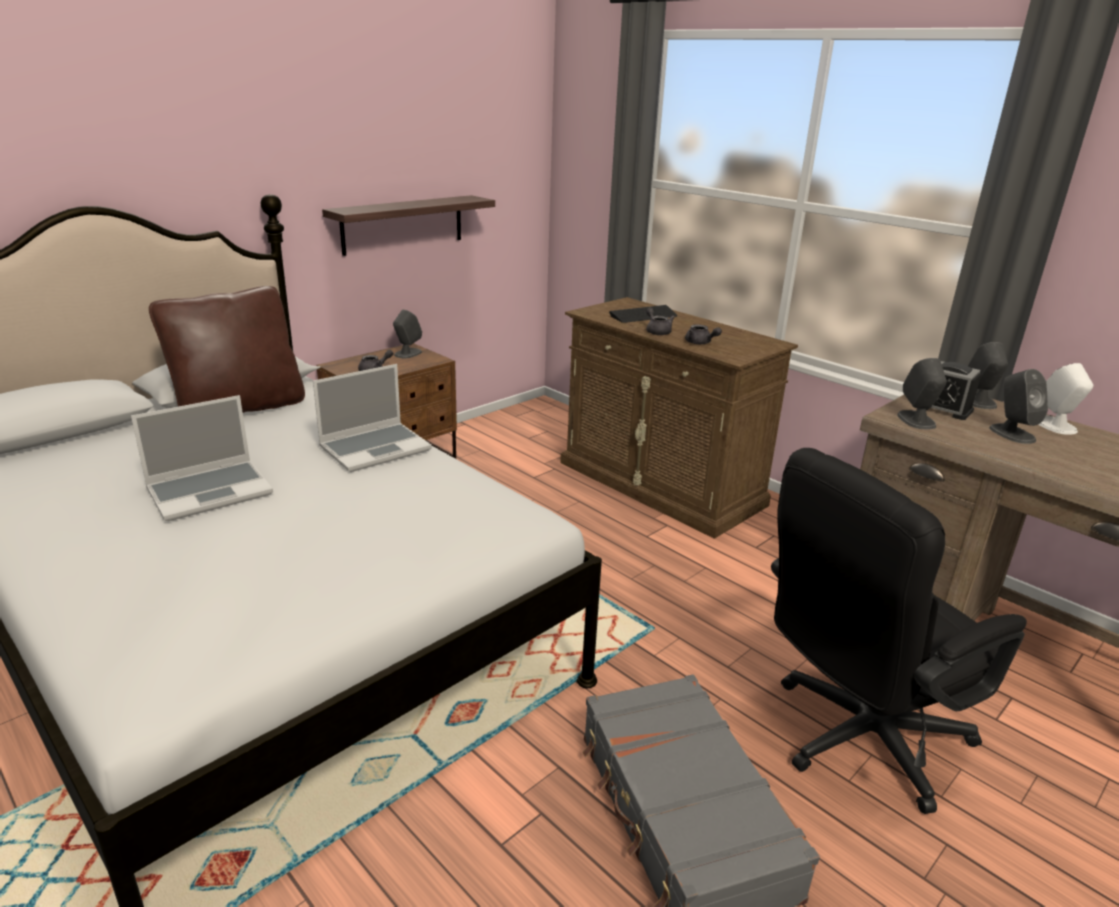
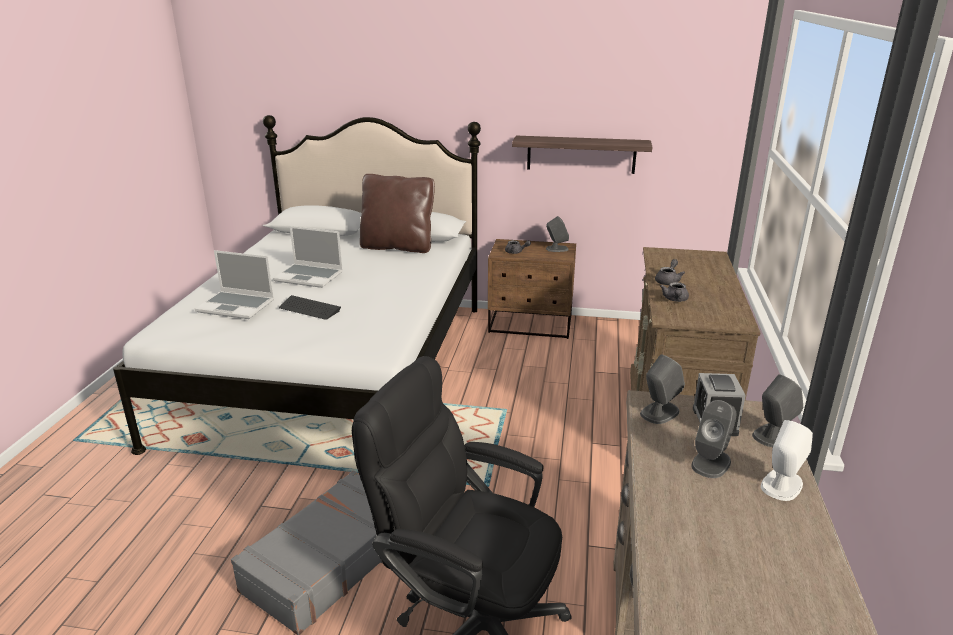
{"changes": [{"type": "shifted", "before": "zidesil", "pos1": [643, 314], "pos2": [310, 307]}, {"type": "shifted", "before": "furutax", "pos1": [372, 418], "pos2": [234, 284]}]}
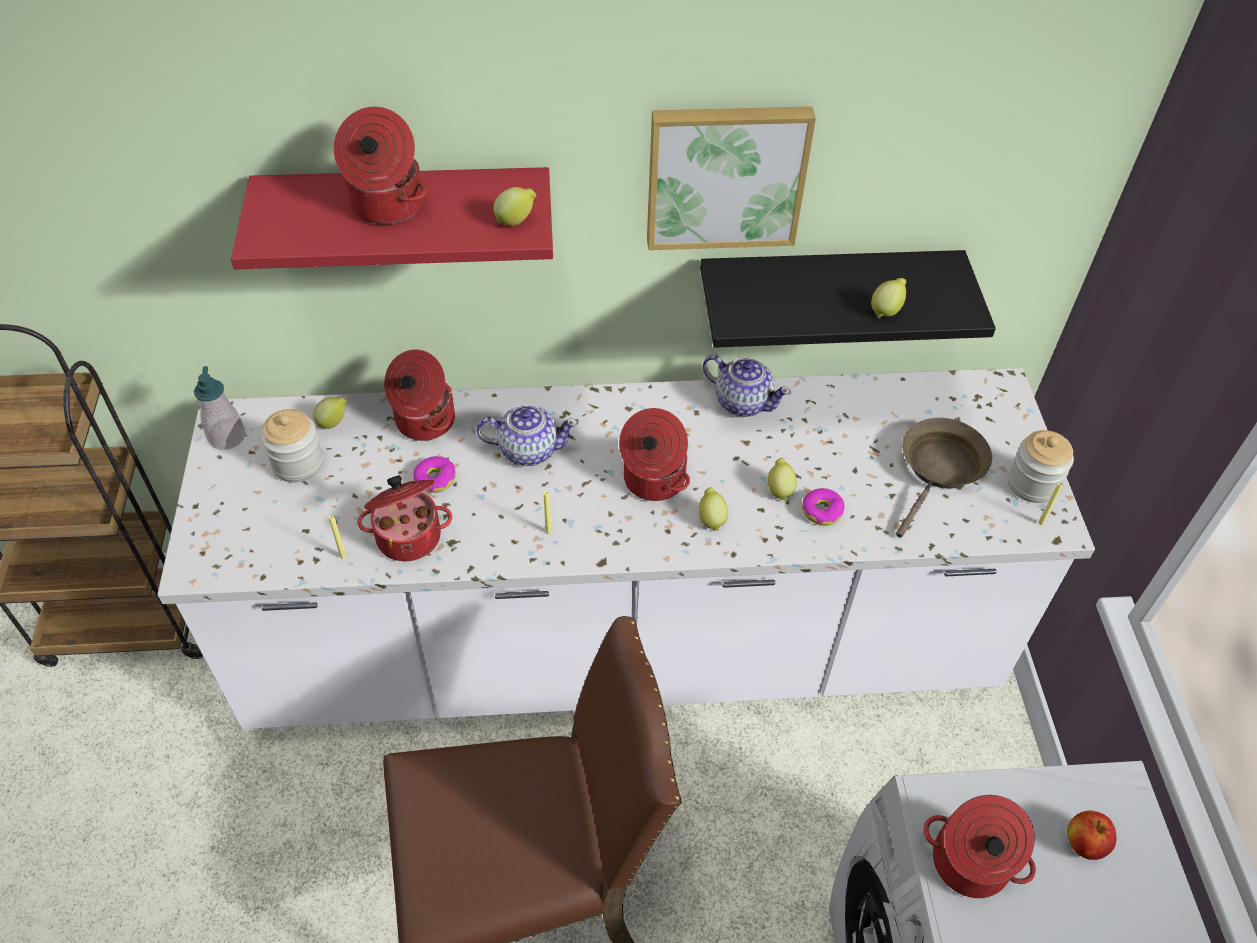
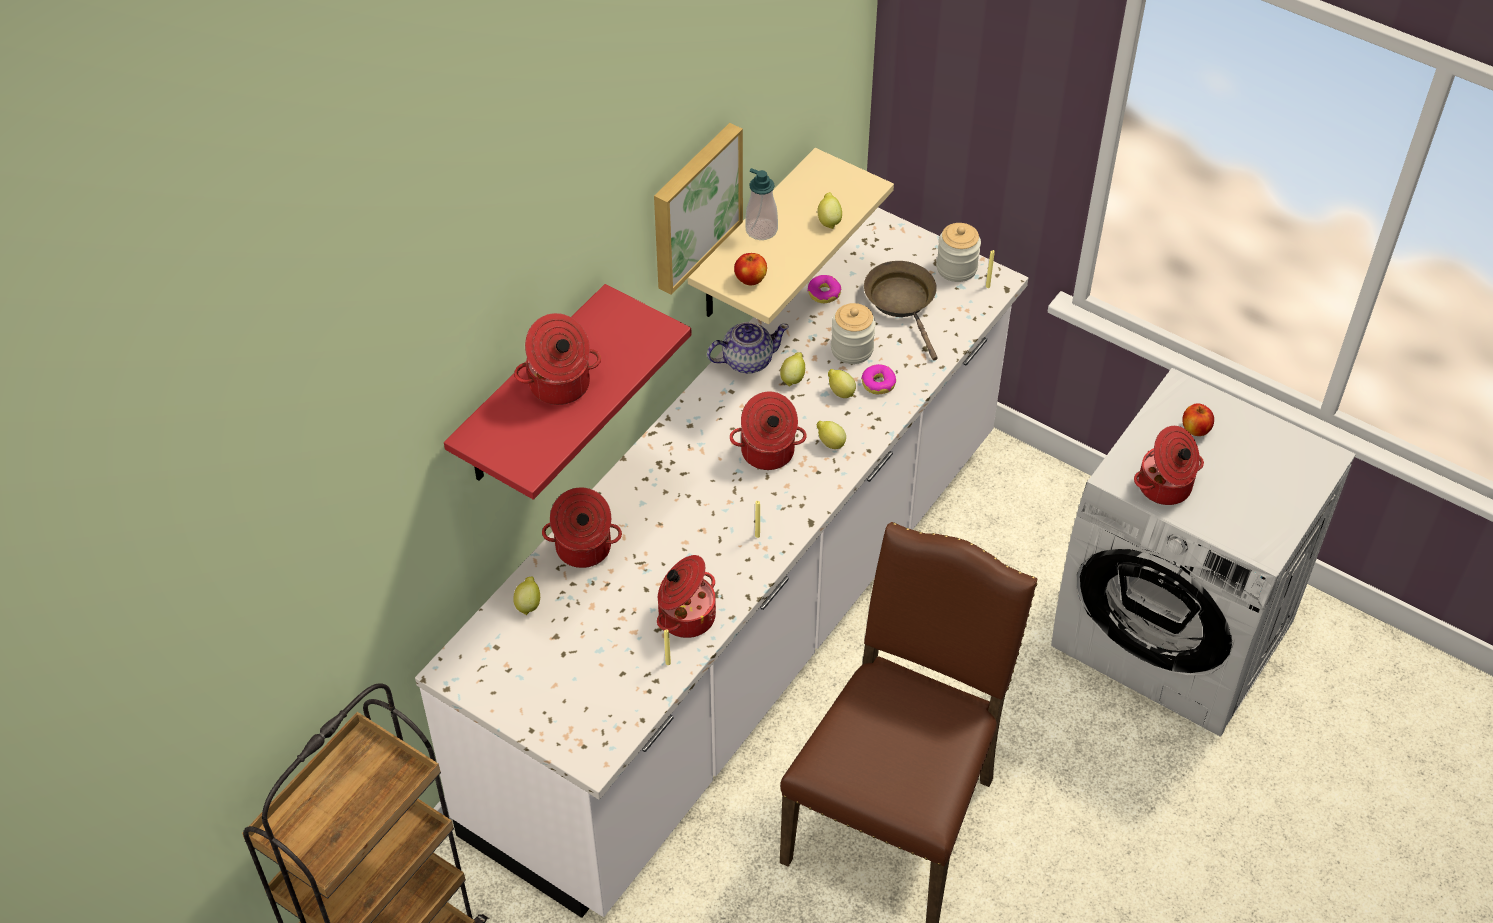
{"changes": [{"type": "shifted", "before": "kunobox", "pos1": [514, 206], "pos2": [792, 369]}, {"type": "repainted", "before": "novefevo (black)", "after": "novefevo (beige)", "pos1": [848, 299], "pos2": [791, 236]}, {"type": "shifted", "before": "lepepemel", "pos1": [219, 408], "pos2": [761, 204]}, {"type": "gone", "before": "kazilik", "pos1": [527, 435]}, {"type": "shifted", "before": "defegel", "pos1": [292, 446], "pos2": [853, 333]}, {"type": "shifted", "before": "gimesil", "pos1": [434, 474], "pos2": [824, 289]}, {"type": "new", "after": "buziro", "pos2": [750, 269]}]}
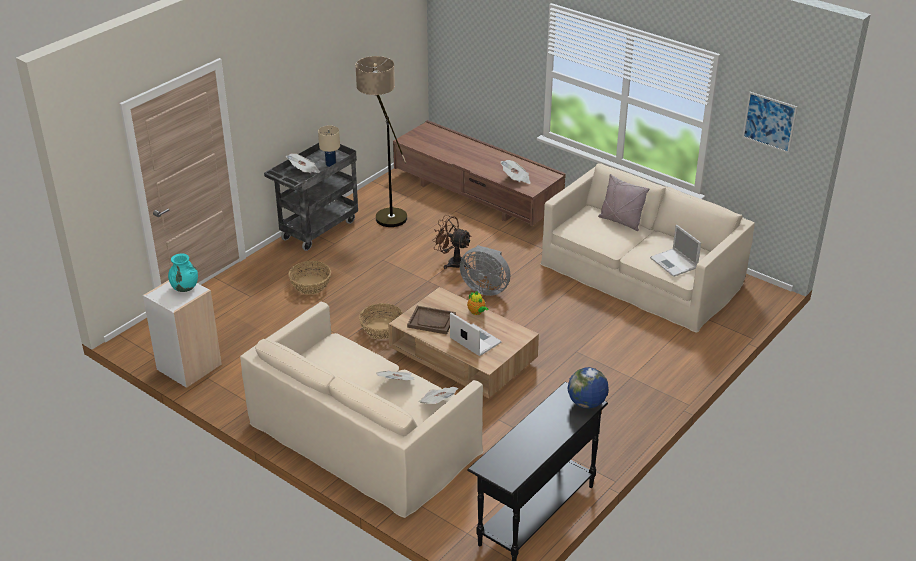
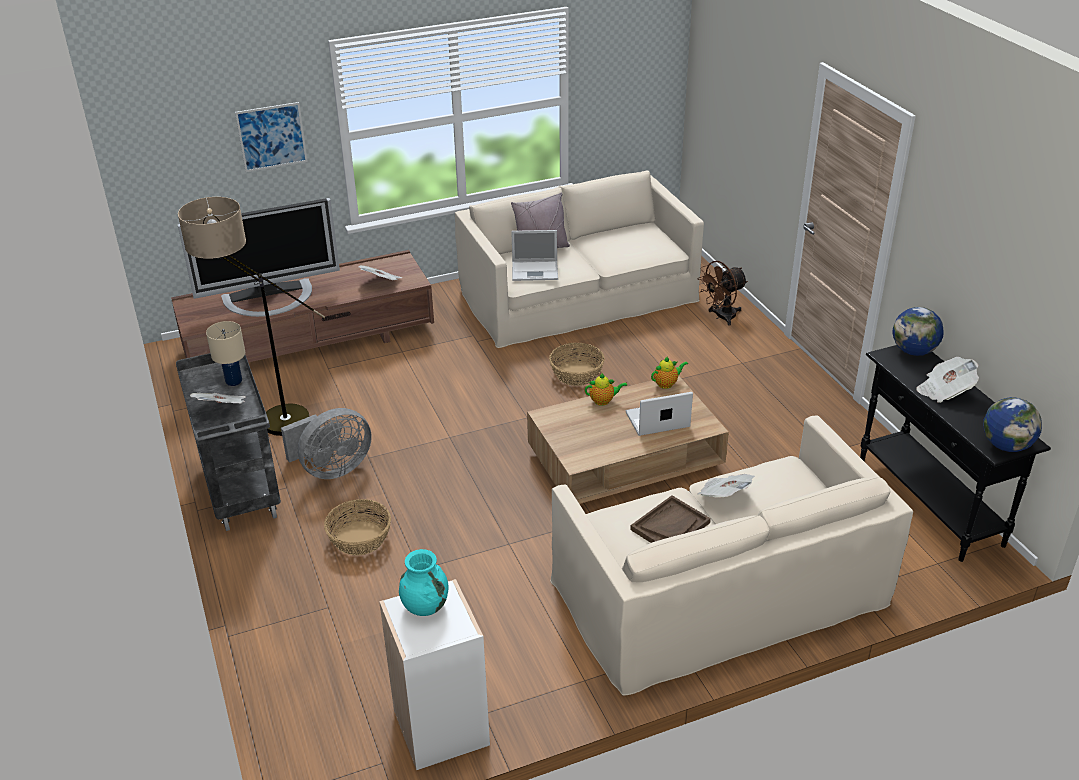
{"changes": [{"type": "shifted", "before": "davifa", "pos1": [770, 122], "pos2": [271, 137]}, {"type": "shifted", "before": "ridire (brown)", "pos1": [452, 242], "pos2": [723, 293]}, {"type": "shifted", "before": "furutax", "pos1": [675, 251], "pos2": [534, 255]}, {"type": "shifted", "before": "ridire (grey)", "pos1": [485, 270], "pos2": [326, 443]}, {"type": "shifted", "before": "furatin", "pos1": [381, 321], "pos2": [577, 364]}, {"type": "shifted", "before": "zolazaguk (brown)", "pos1": [431, 320], "pos2": [670, 519]}, {"type": "shifted", "before": "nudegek", "pos1": [438, 395], "pos2": [947, 380]}, {"type": "new", "after": "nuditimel", "pos2": [259, 257]}, {"type": "new", "after": "kazilik", "pos2": [669, 373]}, {"type": "new", "after": "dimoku", "pos2": [1012, 424]}]}
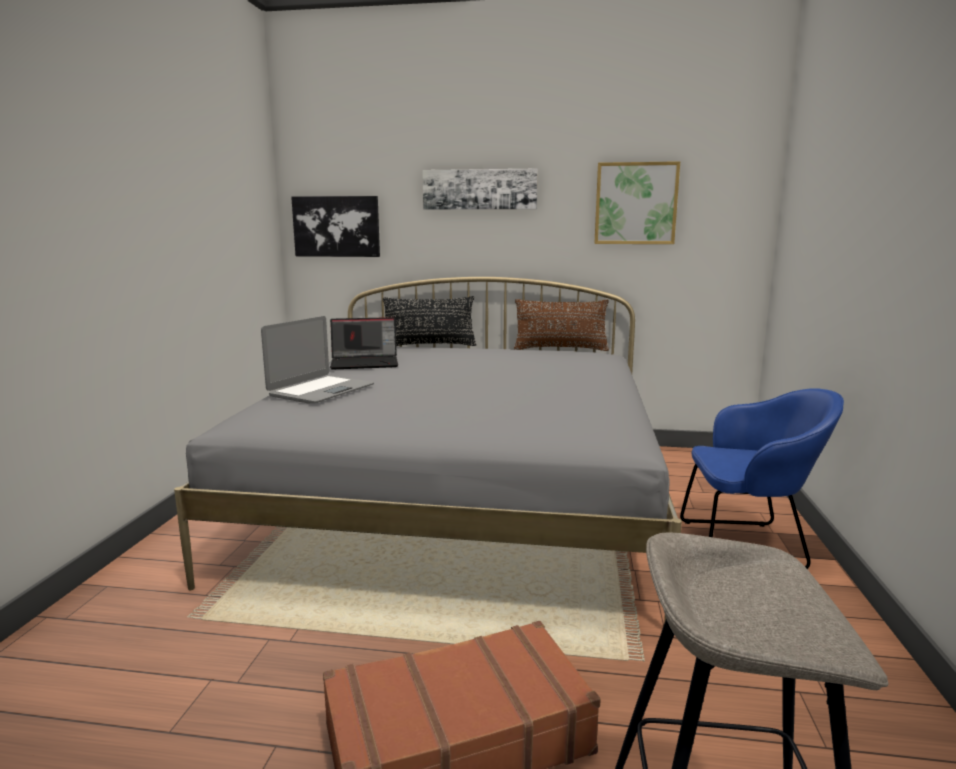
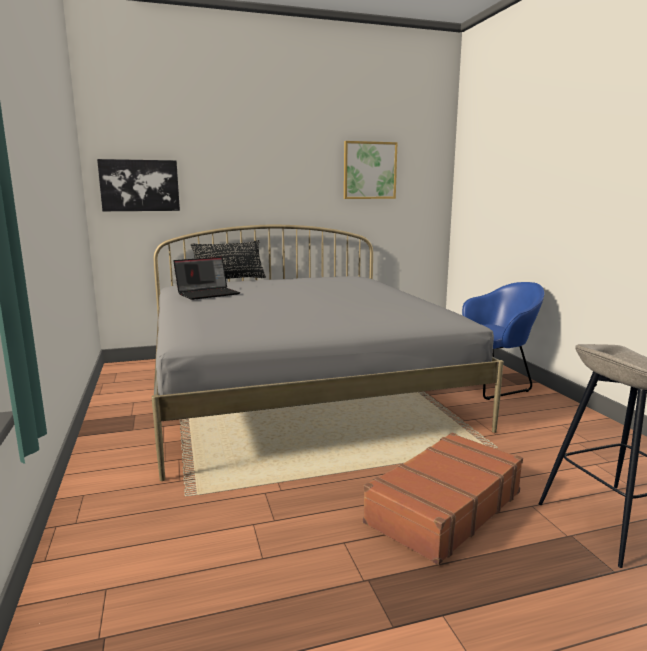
{"changes": [{"type": "gone", "before": "davifa", "pos1": [480, 189]}, {"type": "gone", "before": "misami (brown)", "pos1": [561, 325]}, {"type": "gone", "before": "furutax", "pos1": [317, 360]}]}
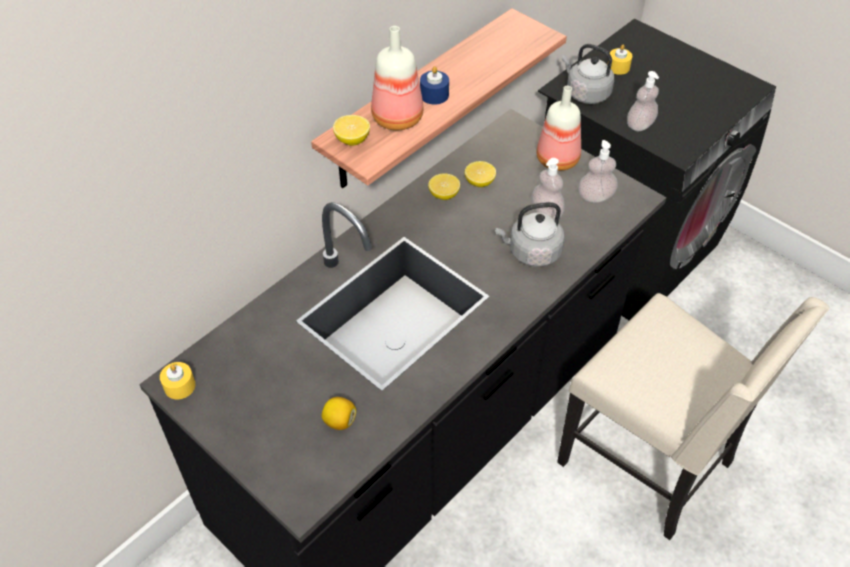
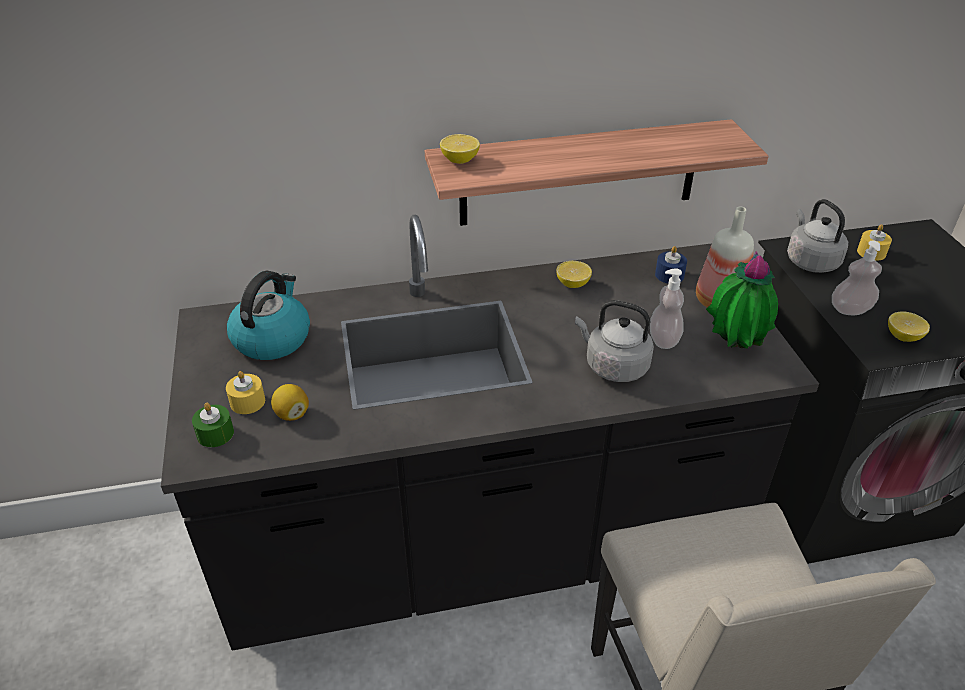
{"changes": [{"type": "gone", "before": "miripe", "pos1": [397, 78]}, {"type": "shifted", "before": "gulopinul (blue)", "pos1": [434, 85], "pos2": [671, 264]}, {"type": "swapped", "before": "lepepemel", "after": "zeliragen", "pos1": [598, 171], "pos2": [742, 300]}, {"type": "shifted", "before": "kunobox", "pos1": [480, 174], "pos2": [909, 326]}, {"type": "shifted", "before": "gulopinul (yellow)", "pos1": [177, 380], "pos2": [245, 392]}, {"type": "new", "after": "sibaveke", "pos2": [268, 315]}, {"type": "new", "after": "gulopinul (green)", "pos2": [213, 425]}]}
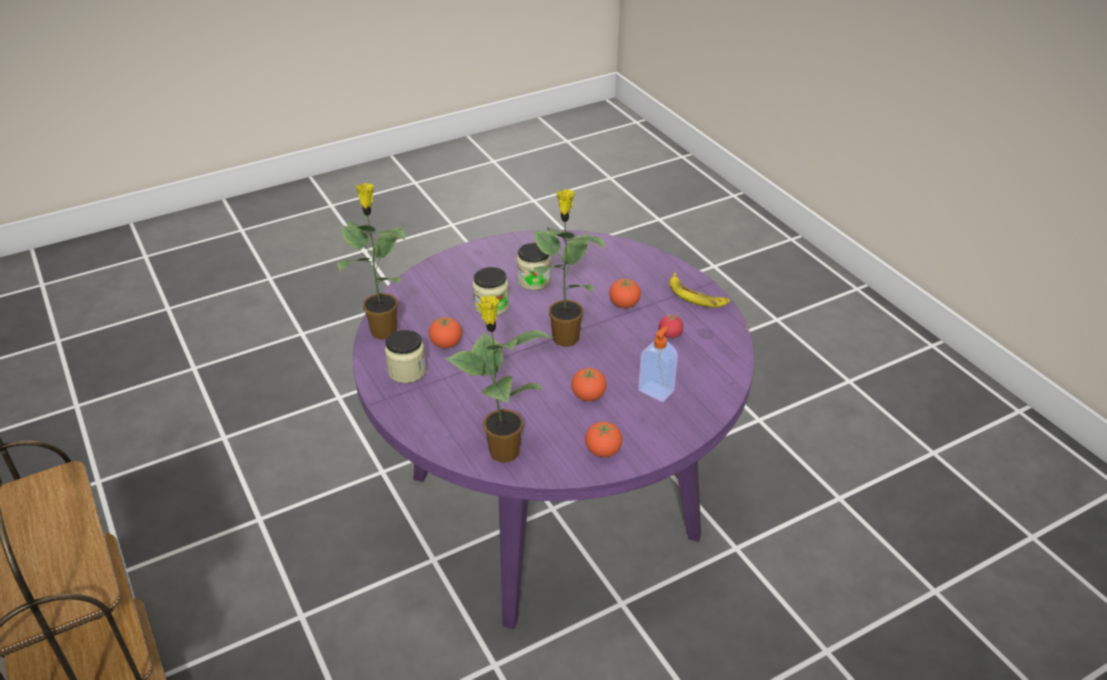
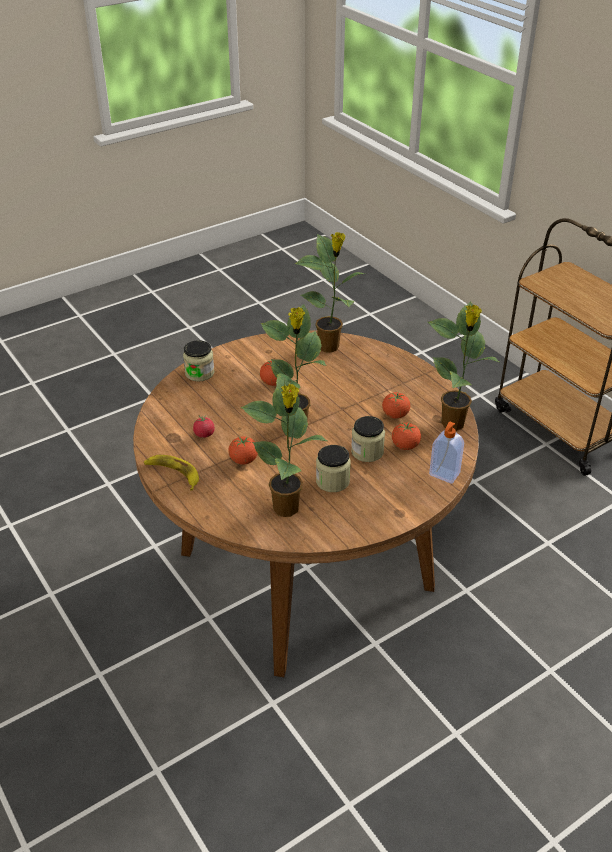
{"changes": [{"type": "repainted", "before": "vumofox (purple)", "after": "vumofox (brown)", "pos1": [553, 429], "pos2": [306, 503]}, {"type": "shifted", "before": "lepepemel", "pos1": [658, 364], "pos2": [446, 453]}, {"type": "shifted", "before": "defegel", "pos1": [405, 356], "pos2": [198, 361]}, {"type": "shifted", "before": "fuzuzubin", "pos1": [603, 439], "pos2": [406, 436]}, {"type": "new", "after": "zeliragen", "pos2": [284, 447]}]}
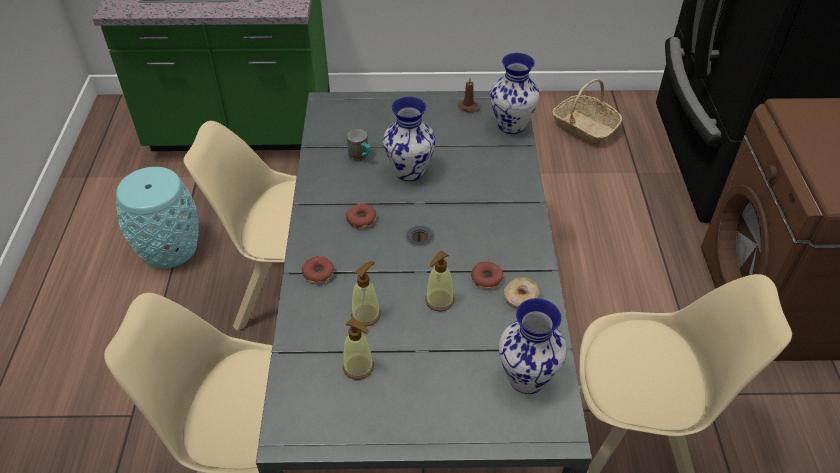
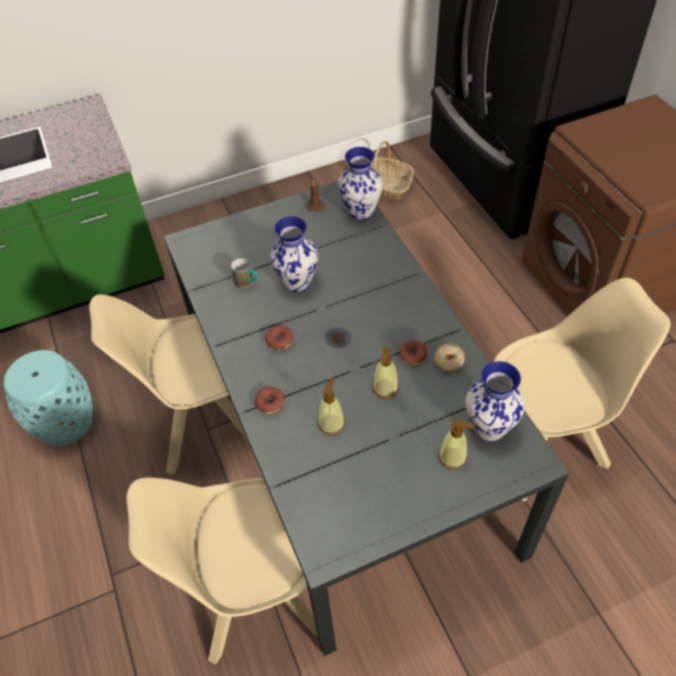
{"changes": [{"type": "shifted", "before": "lepepemel", "pos1": [358, 349], "pos2": [456, 444]}]}
